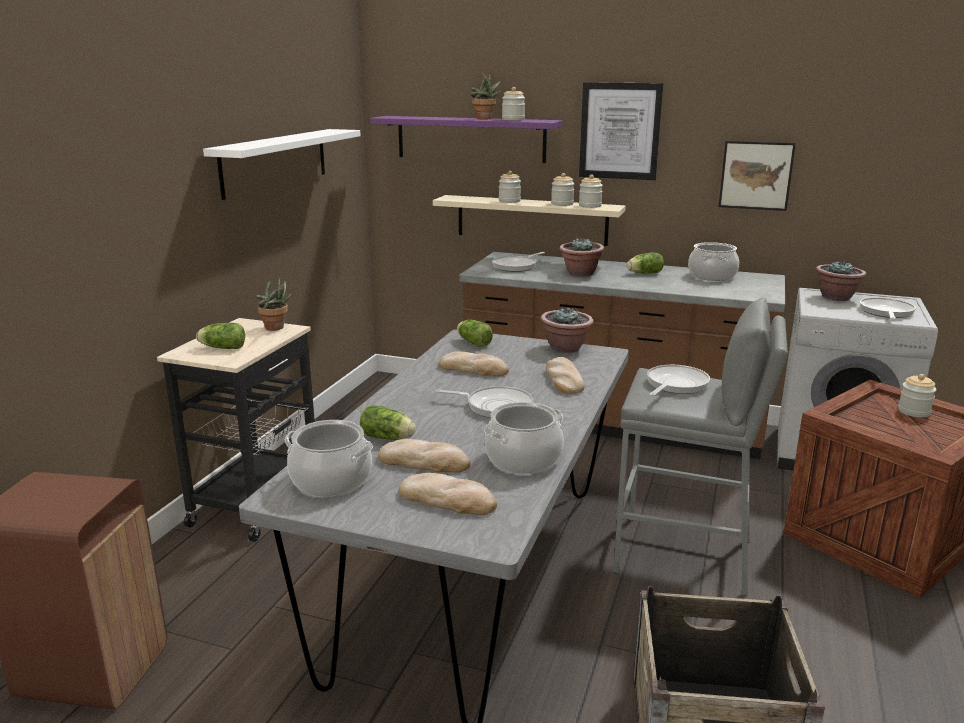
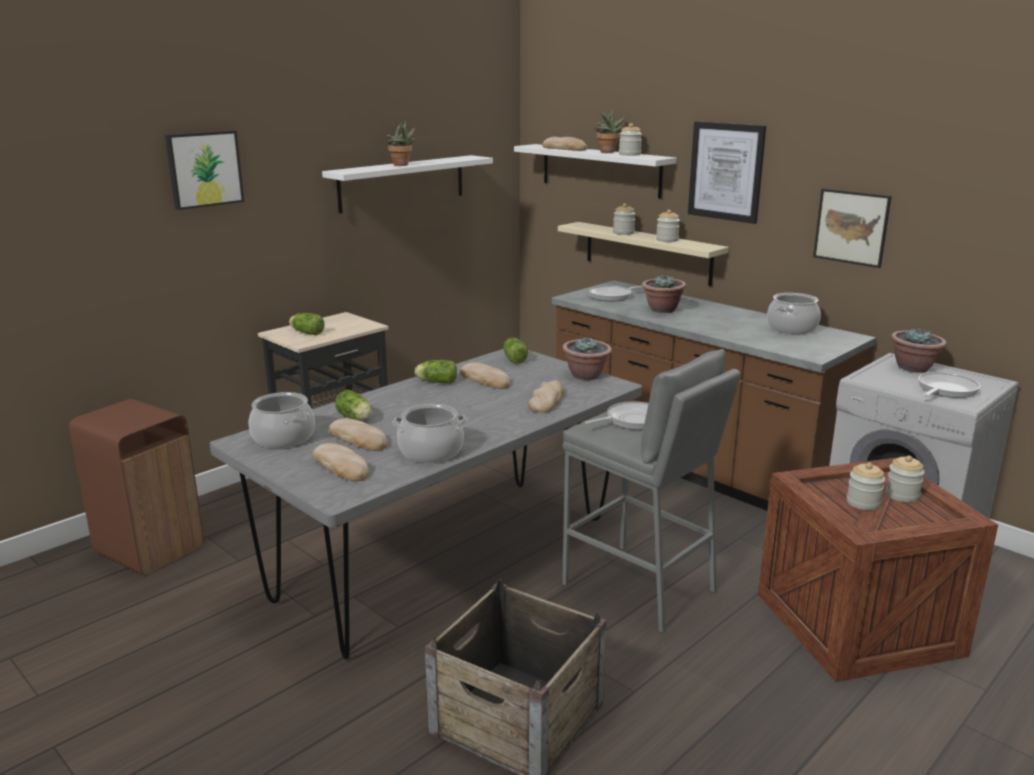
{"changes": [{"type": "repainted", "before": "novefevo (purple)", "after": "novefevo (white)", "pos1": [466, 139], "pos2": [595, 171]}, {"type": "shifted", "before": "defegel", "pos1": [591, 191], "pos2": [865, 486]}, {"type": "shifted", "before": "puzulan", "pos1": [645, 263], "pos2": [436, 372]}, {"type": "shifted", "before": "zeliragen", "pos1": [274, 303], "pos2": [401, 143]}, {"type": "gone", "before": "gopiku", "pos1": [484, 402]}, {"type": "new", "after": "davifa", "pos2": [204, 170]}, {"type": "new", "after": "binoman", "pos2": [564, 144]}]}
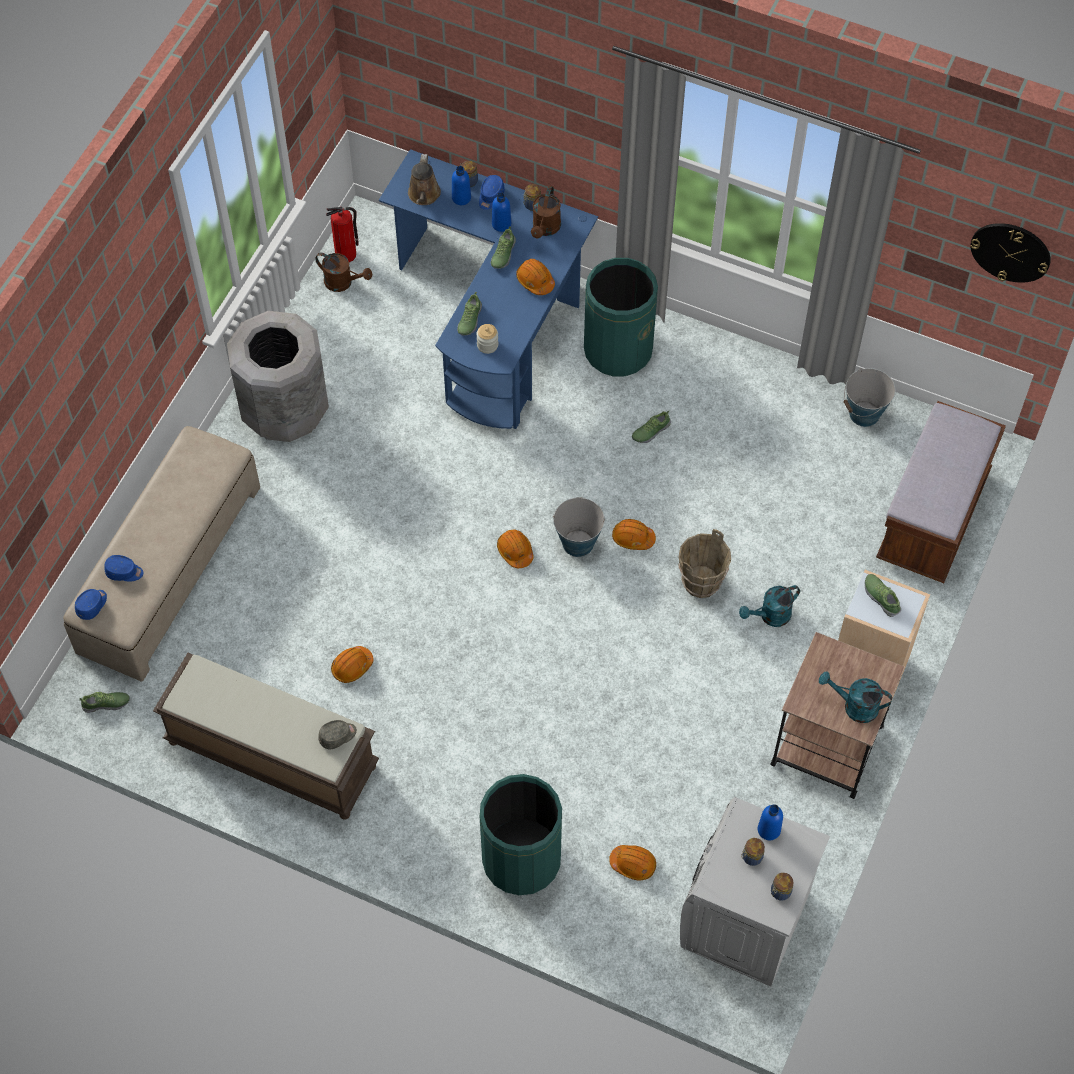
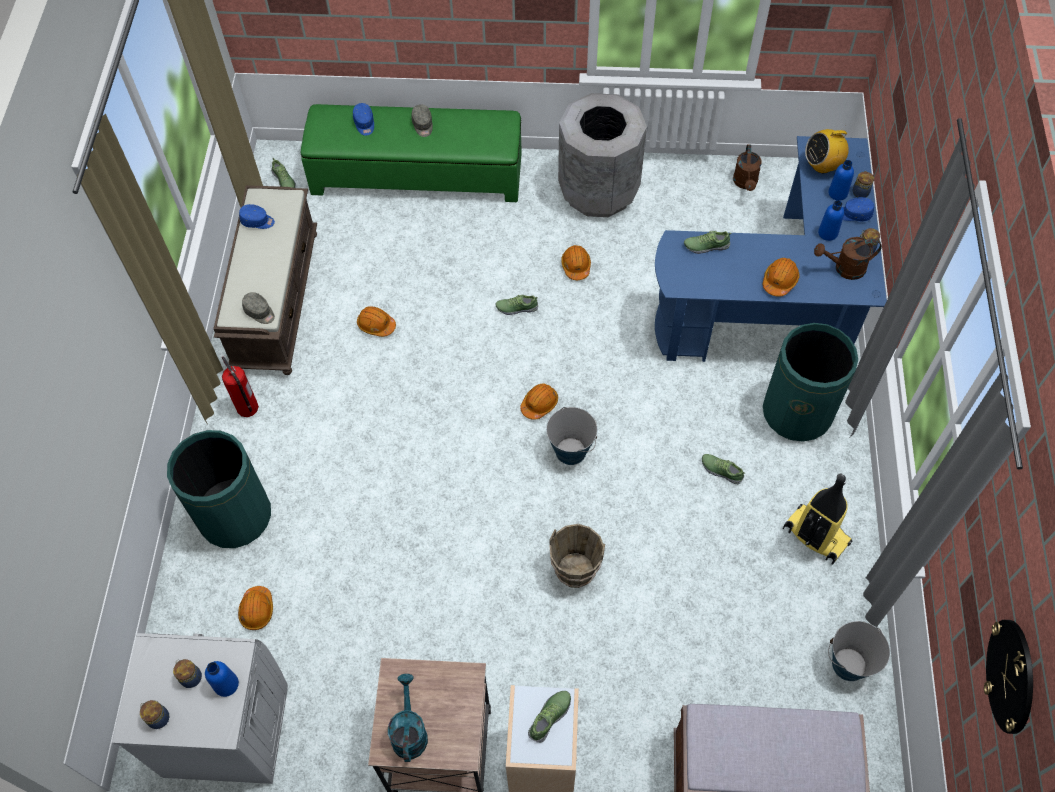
{"changes": [{"type": "swapped", "before": "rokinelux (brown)", "after": "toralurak", "pos1": [424, 179], "pos2": [827, 149]}, {"type": "shifted", "before": "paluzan", "pos1": [342, 234], "pos2": [240, 386]}, {"type": "shifted", "before": "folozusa", "pos1": [503, 248], "pos2": [516, 305]}, {"type": "gone", "before": "defegel", "pos1": [487, 339]}, {"type": "repainted", "before": "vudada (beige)", "after": "vudada (green)", "pos1": [161, 554], "pos2": [411, 153]}, {"type": "shifted", "before": "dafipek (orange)", "pos1": [634, 534], "pos2": [576, 262]}, {"type": "gone", "before": "rokinelux (turquoise)", "pos1": [769, 606]}, {"type": "shifted", "before": "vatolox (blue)", "pos1": [91, 604], "pos2": [257, 216]}, {"type": "new", "after": "vatolox (grey)", "pos2": [422, 120]}, {"type": "new", "after": "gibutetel", "pos2": [818, 519]}]}
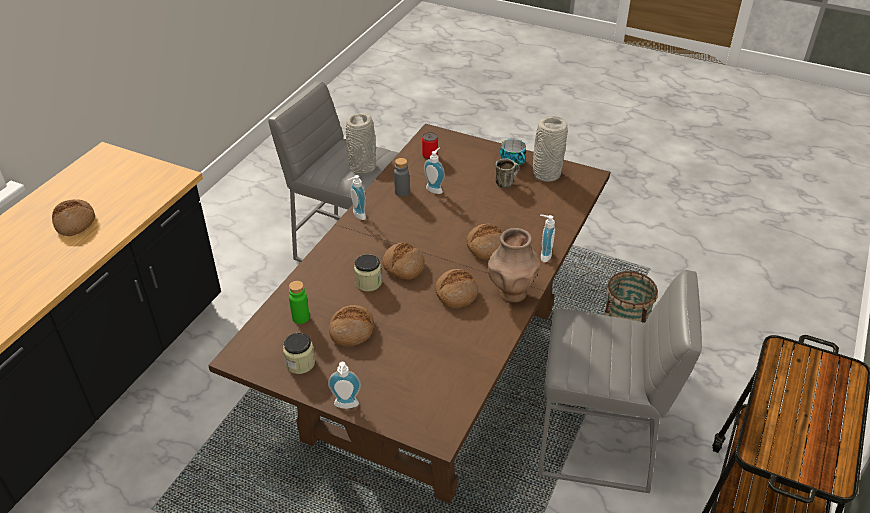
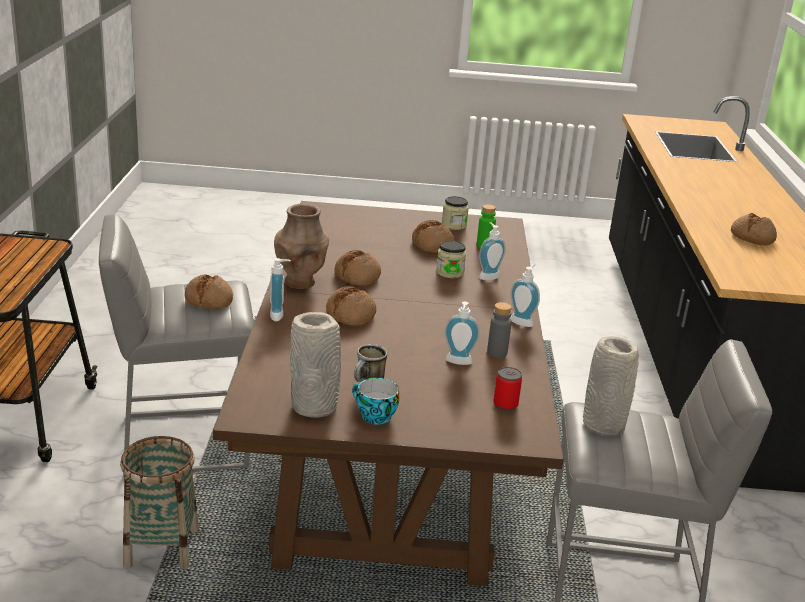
{"changes": [{"type": "shifted", "before": "binoman", "pos1": [404, 261], "pos2": [209, 291]}, {"type": "shifted", "before": "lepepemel", "pos1": [344, 385], "pos2": [492, 251]}]}
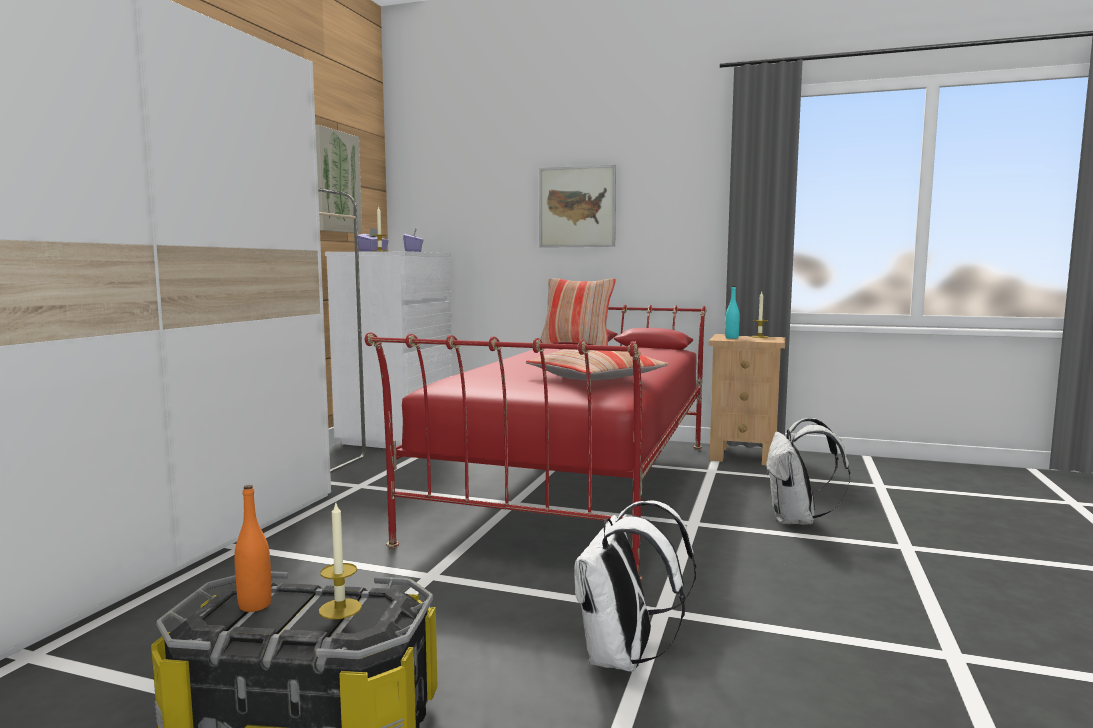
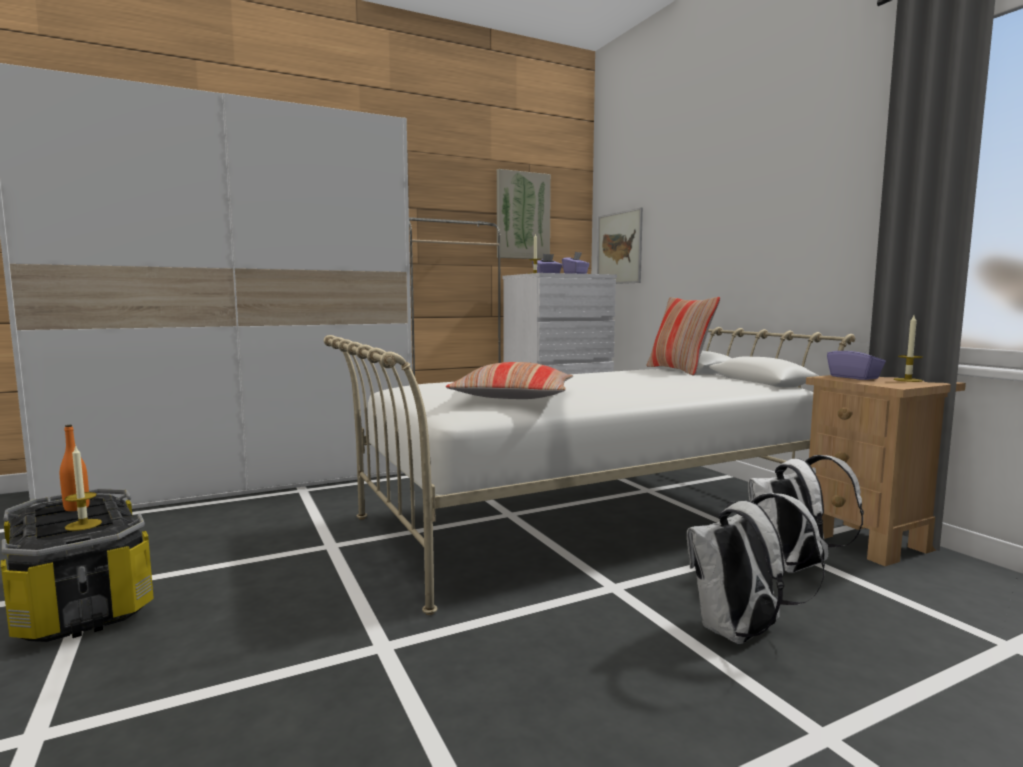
{"changes": [{"type": "shifted", "before": "davifa", "pos1": [577, 206], "pos2": [620, 245]}, {"type": "swapped", "before": "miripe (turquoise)", "after": "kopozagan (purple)", "pos1": [732, 312], "pos2": [856, 361]}, {"type": "repainted", "before": "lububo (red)", "after": "lububo (white)", "pos1": [536, 443], "pos2": [589, 471]}, {"type": "shifted", "before": "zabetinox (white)", "pos1": [635, 586], "pos2": [806, 514]}]}
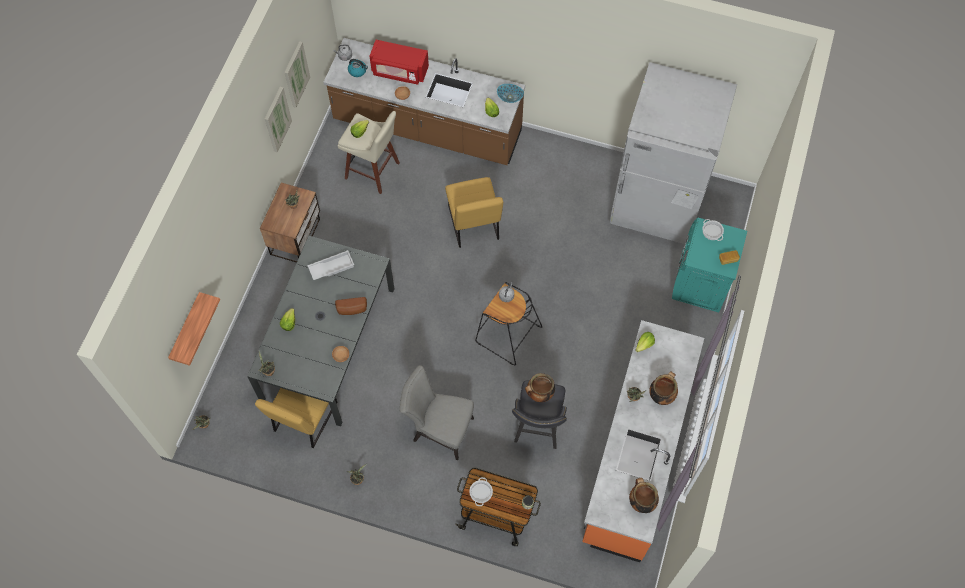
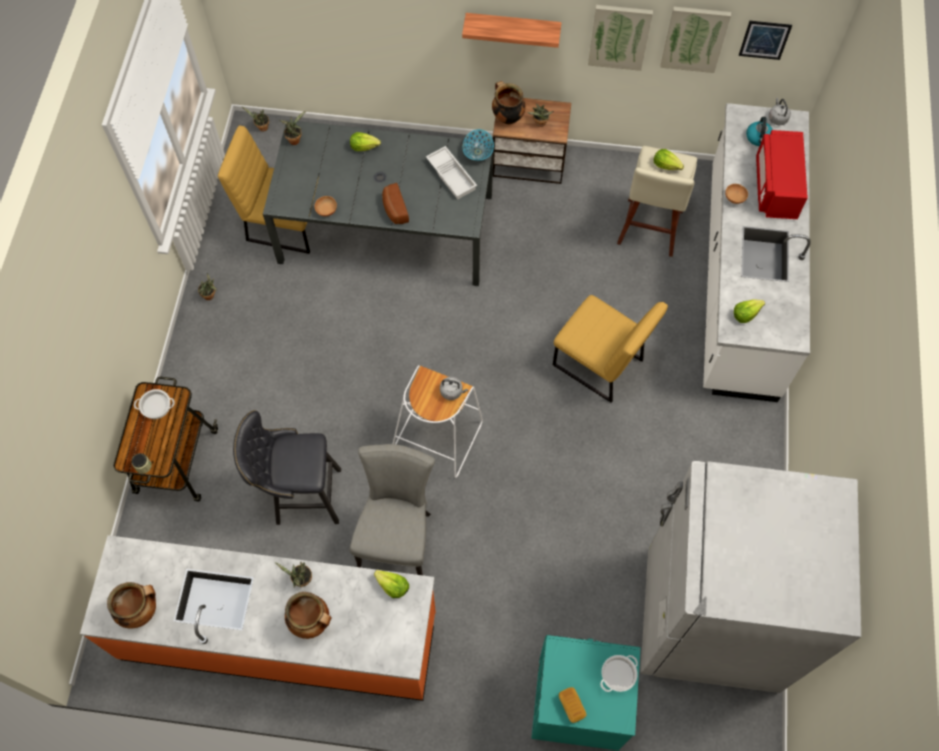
{"changes": [{"type": "repainted", "before": "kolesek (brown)", "after": "kolesek (white)", "pos1": [424, 101], "pos2": [757, 252]}, {"type": "shifted", "before": "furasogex", "pos1": [510, 93], "pos2": [478, 145]}, {"type": "rotated", "before": "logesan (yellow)", "pos1": [474, 212], "pos2": [610, 349], "turn": -120}, {"type": "repainted", "before": "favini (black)", "after": "favini (white)", "pos1": [509, 323], "pos2": [438, 421]}, {"type": "shifted", "before": "novefevo", "pos1": [194, 329], "pos2": [512, 30]}, {"type": "shifted", "before": "logesan (grey)", "pos1": [436, 412], "pos2": [392, 509]}, {"type": "shifted", "before": "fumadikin", "pos1": [540, 387], "pos2": [509, 103]}, {"type": "new", "after": "davifa", "pos2": [765, 40]}]}
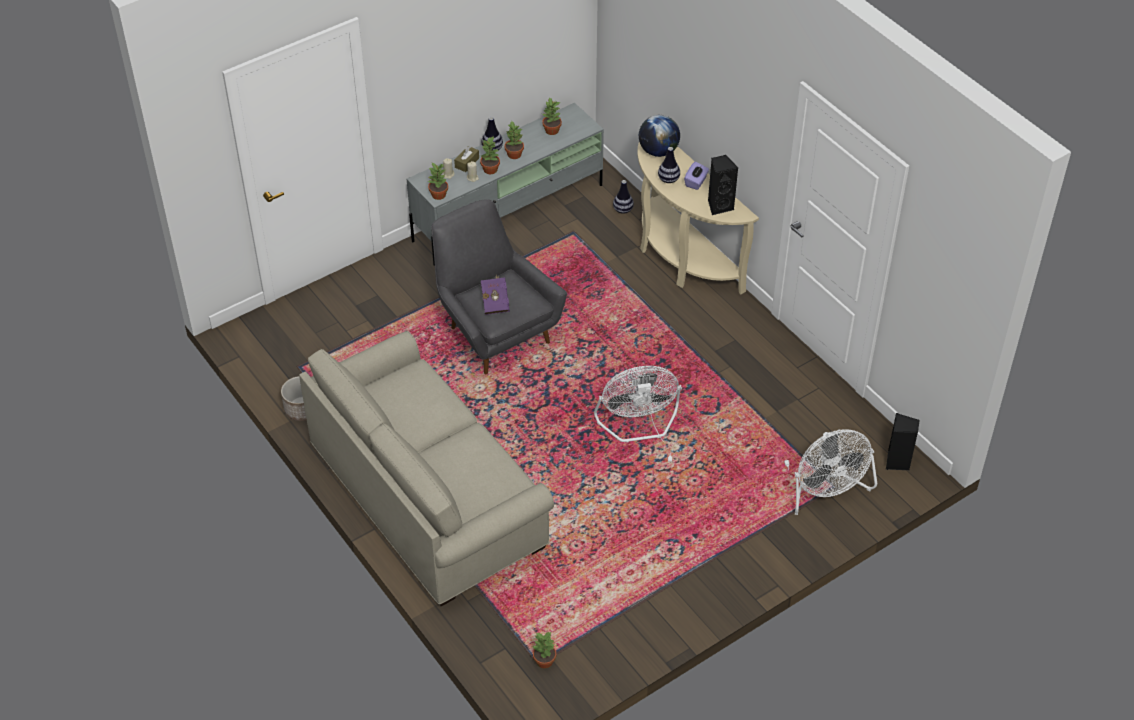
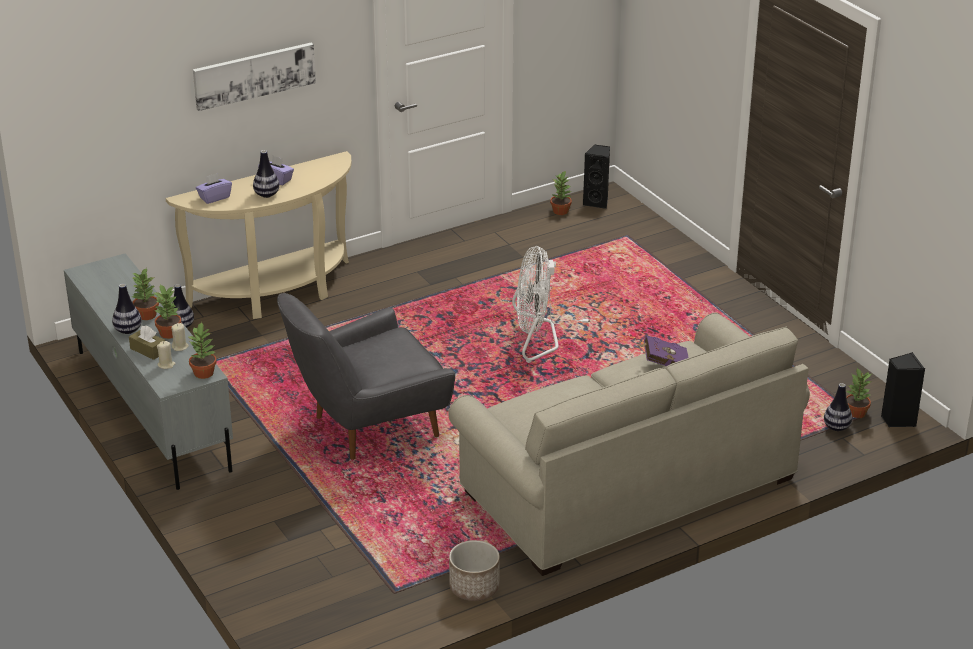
{"changes": [{"type": "shifted", "before": "zeliragen", "pos1": [552, 116], "pos2": [561, 192]}, {"type": "swapped", "before": "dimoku", "after": "kopozagan (purple)", "pos1": [659, 136], "pos2": [214, 188]}, {"type": "shifted", "before": "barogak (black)", "pos1": [723, 185], "pos2": [903, 389]}, {"type": "shifted", "before": "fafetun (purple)", "pos1": [495, 295], "pos2": [663, 350]}, {"type": "gone", "before": "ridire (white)", "pos1": [830, 472]}, {"type": "new", "after": "davifa", "pos2": [254, 77]}, {"type": "new", "after": "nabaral", "pos2": [838, 407]}]}
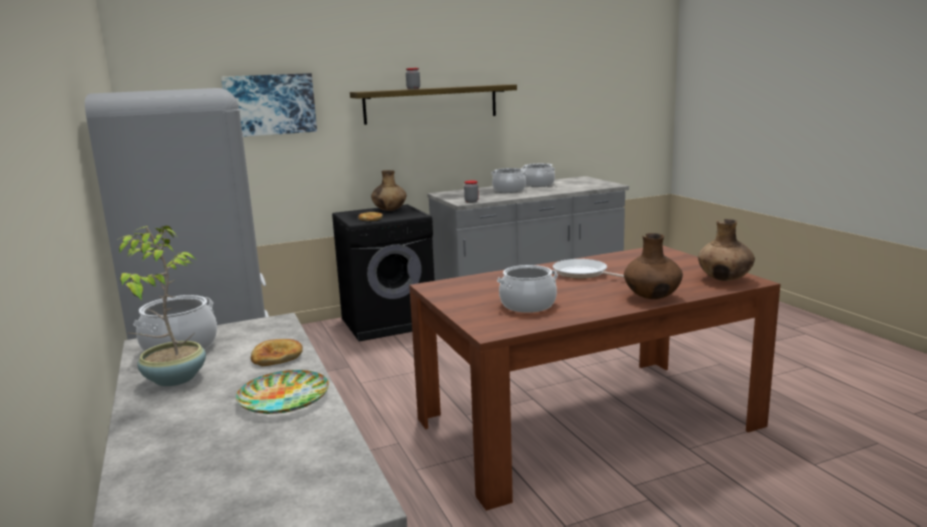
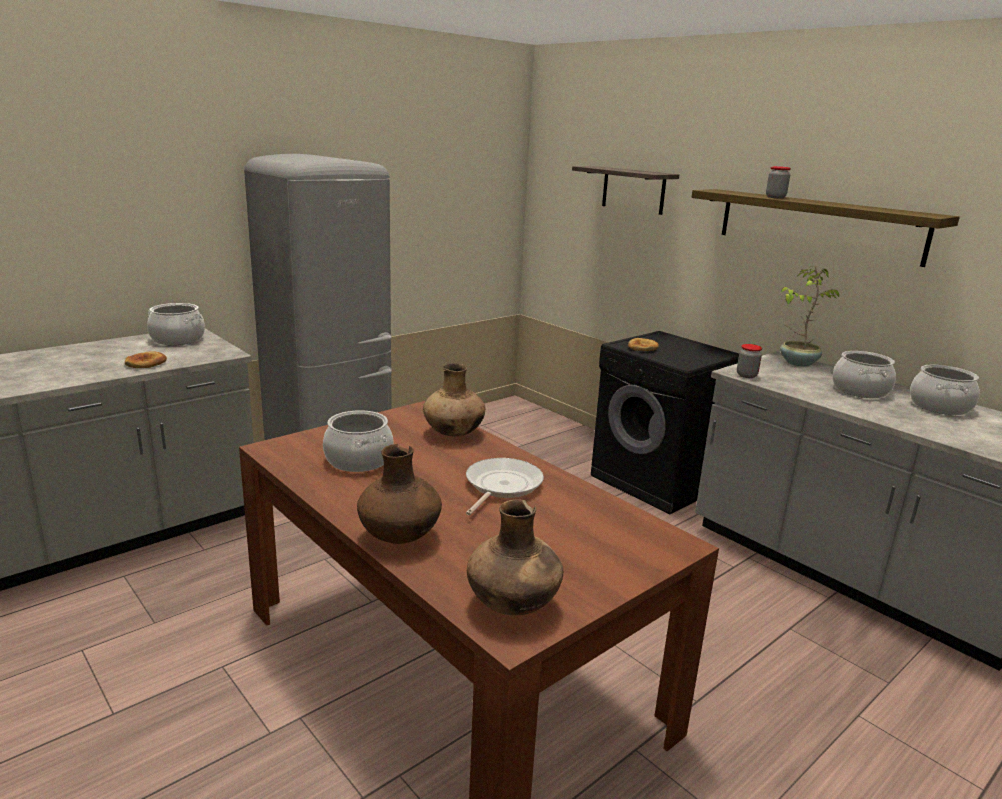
{"changes": [{"type": "swapped", "before": "davifa", "after": "novefevo", "pos1": [269, 105], "pos2": [625, 190]}, {"type": "shifted", "before": "nabaral (brown)", "pos1": [388, 190], "pos2": [454, 399]}, {"type": "shifted", "before": "zeliragen", "pos1": [161, 306], "pos2": [809, 316]}, {"type": "gone", "before": "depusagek", "pos1": [282, 392]}]}
